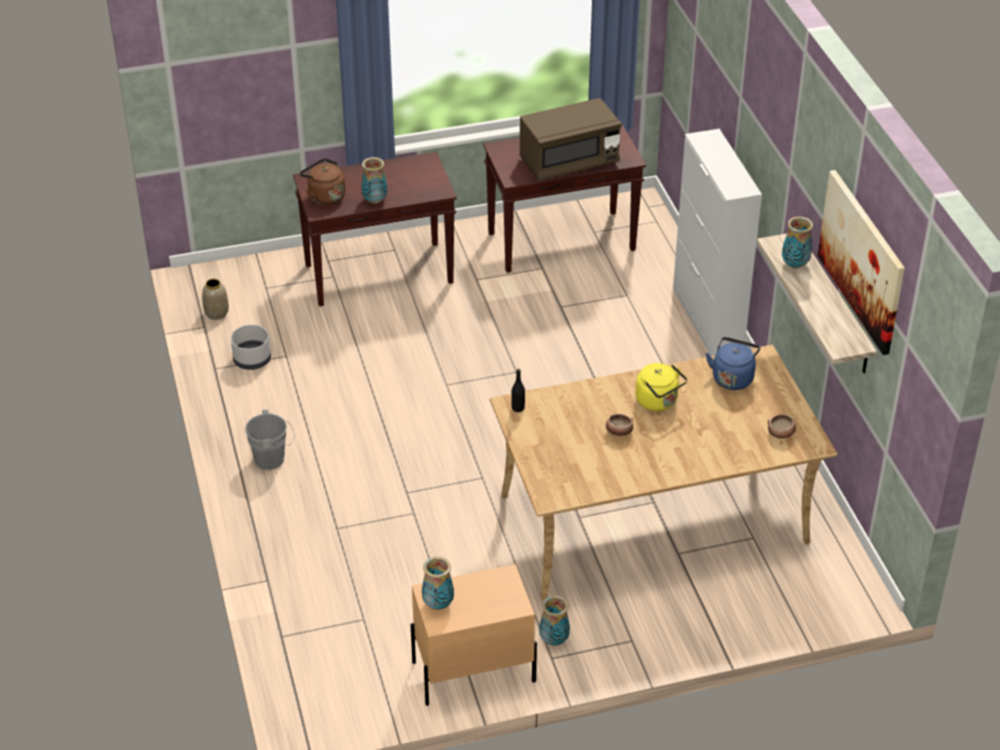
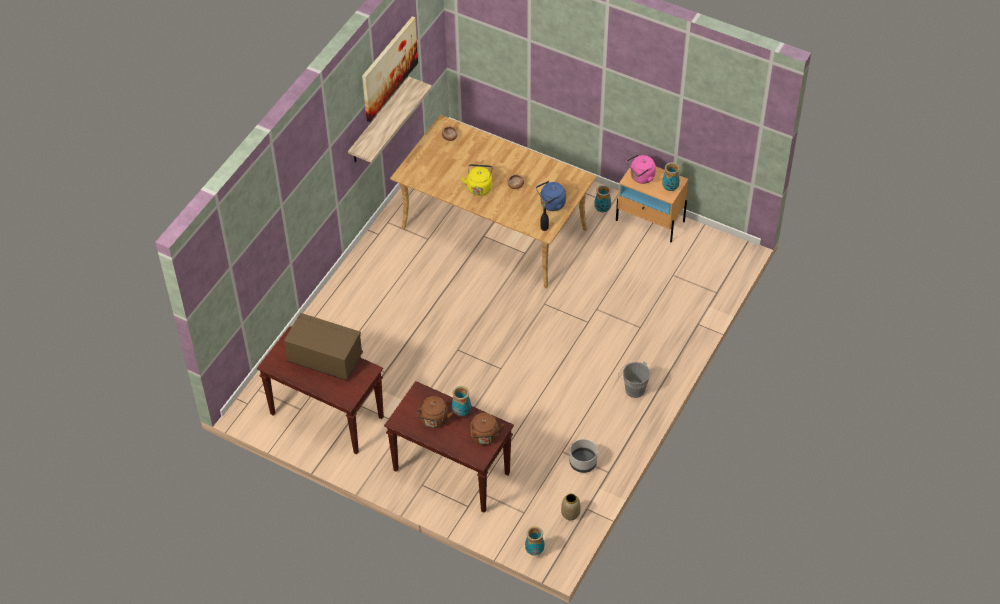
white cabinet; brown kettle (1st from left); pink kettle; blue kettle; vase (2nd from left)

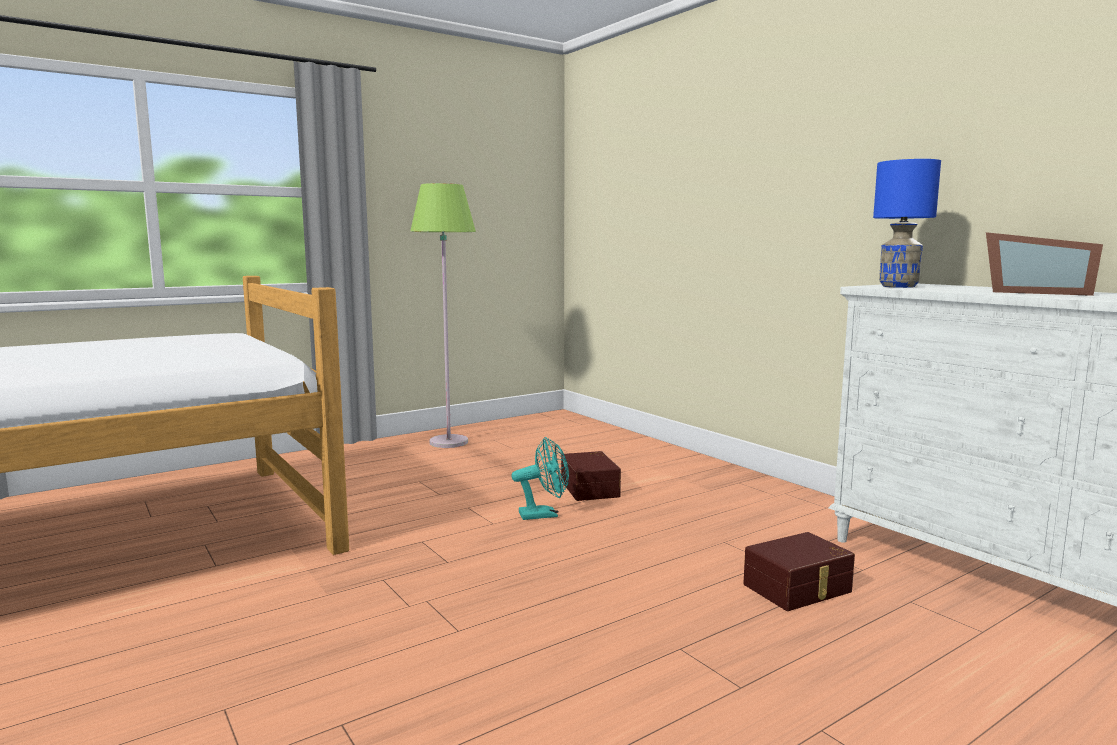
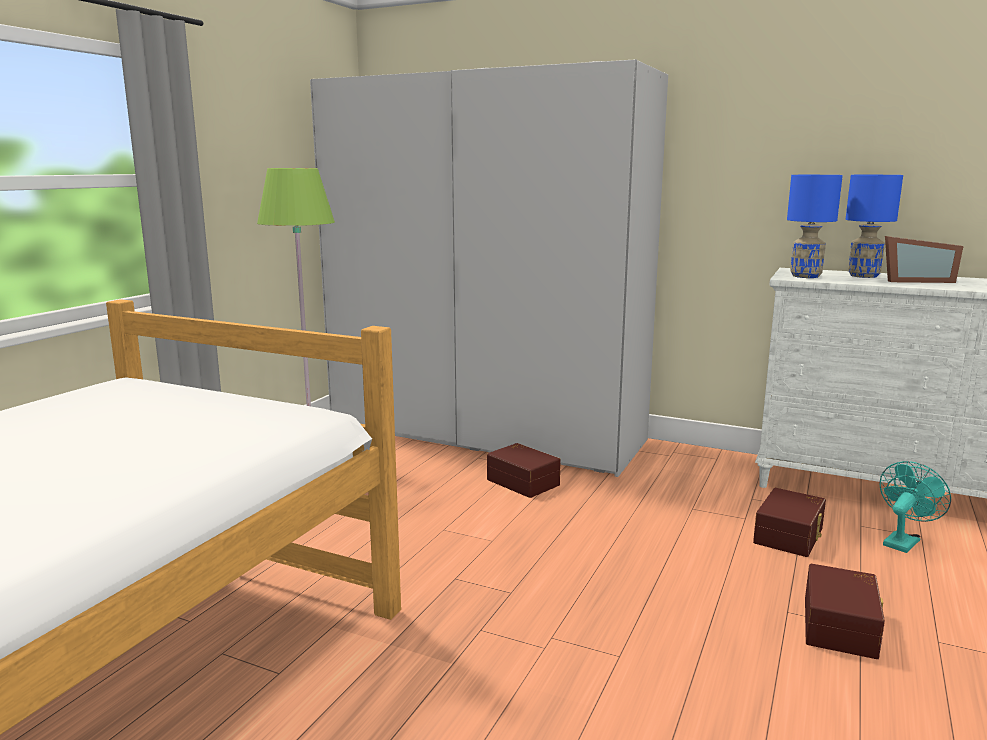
white wardrobe; brown storage box (3rd from left); blue table lamp (2nd from left); turquoise fan

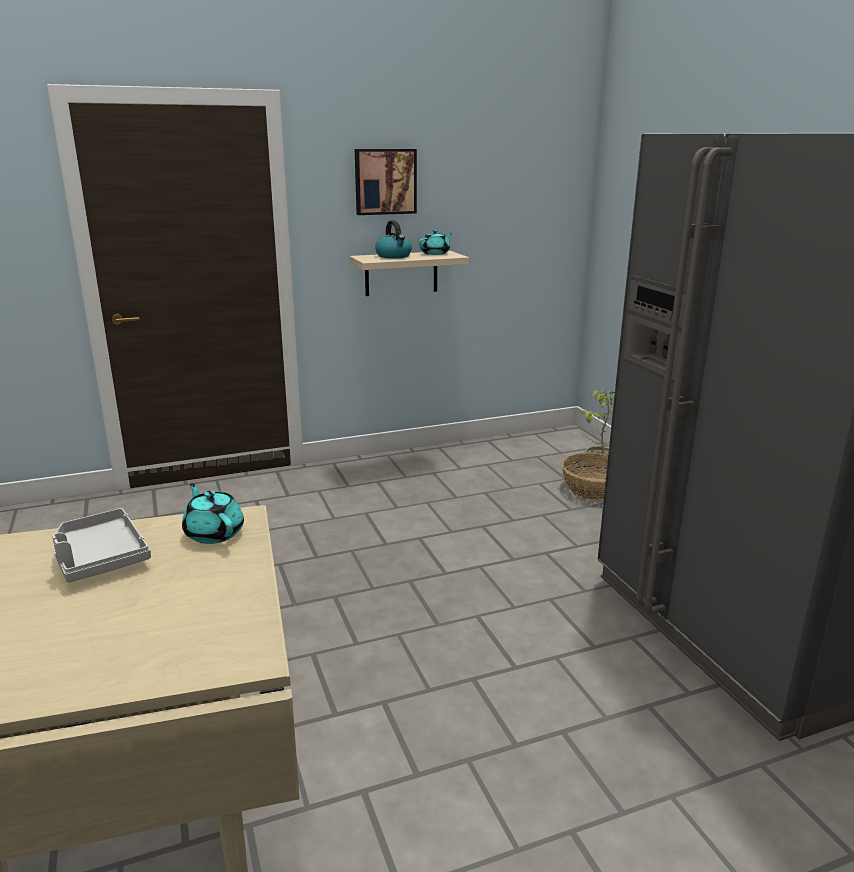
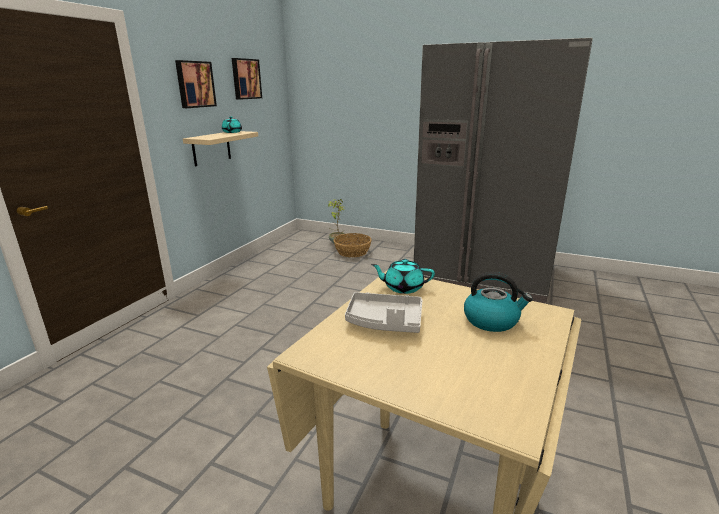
picture (2nd from left); kettle

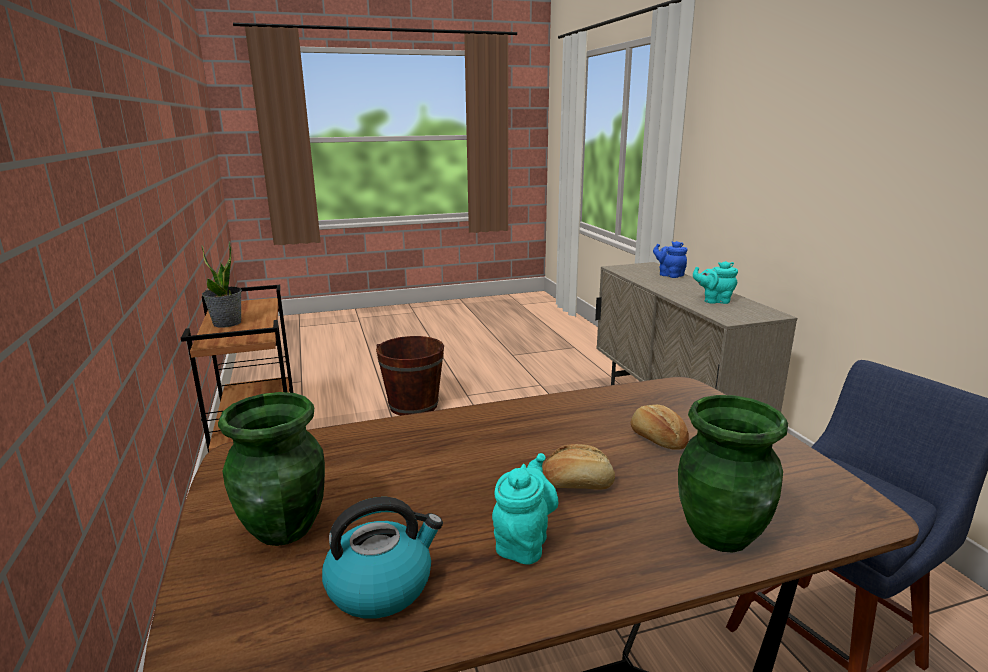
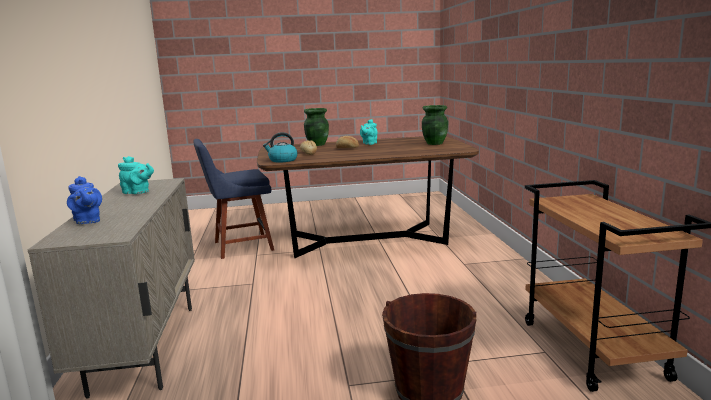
potted plant; kettle

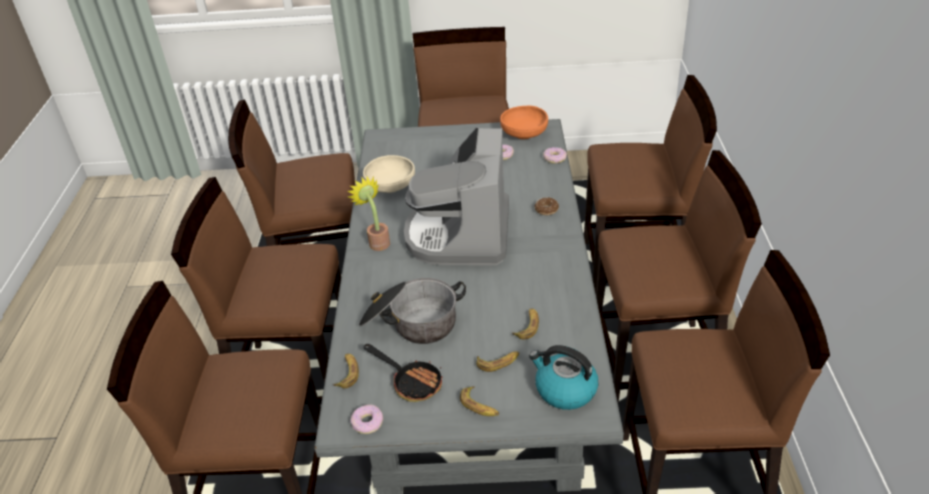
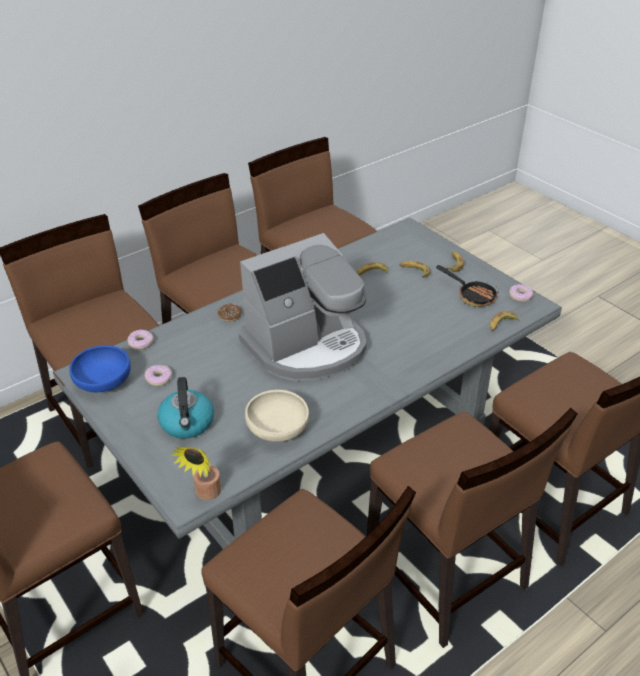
cooking pot; potted plant; kettle; blue bowl; frying pan

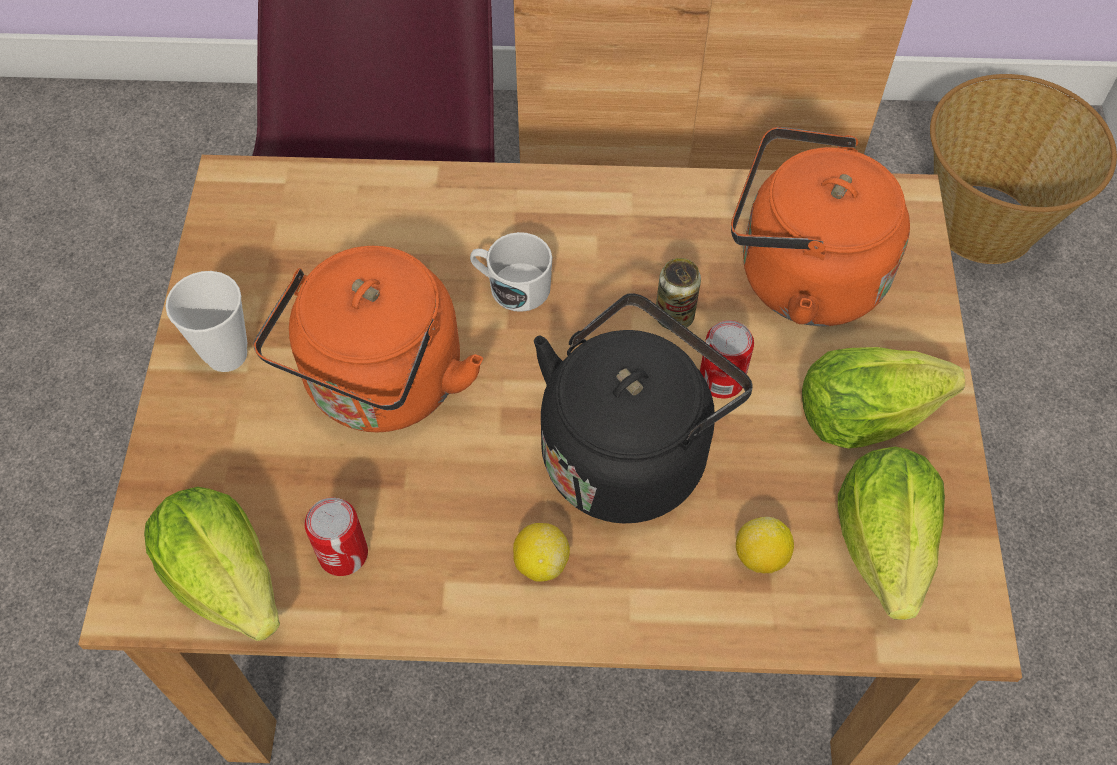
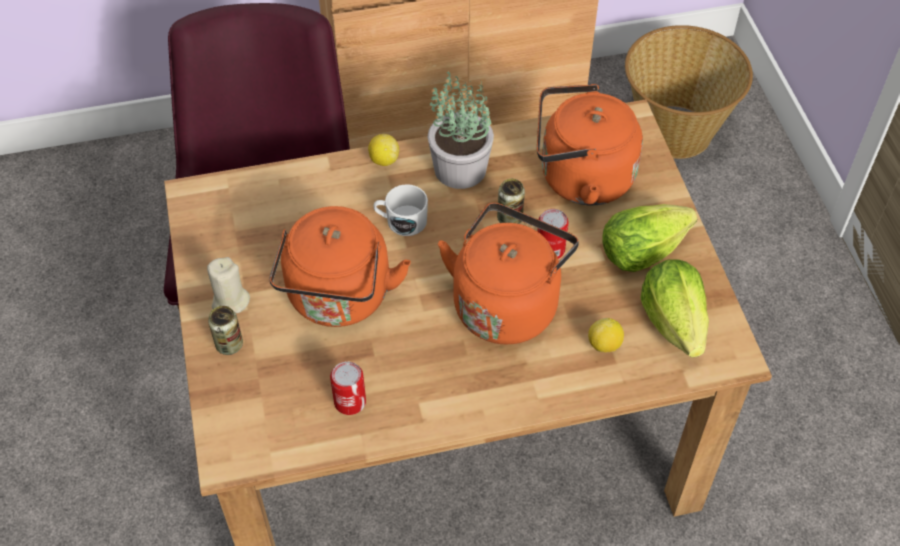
lettuce (1st from left in the first image); can (1st from left); potted plant; lemon (1st from left); beige candle; orange kettle (2nd from left)

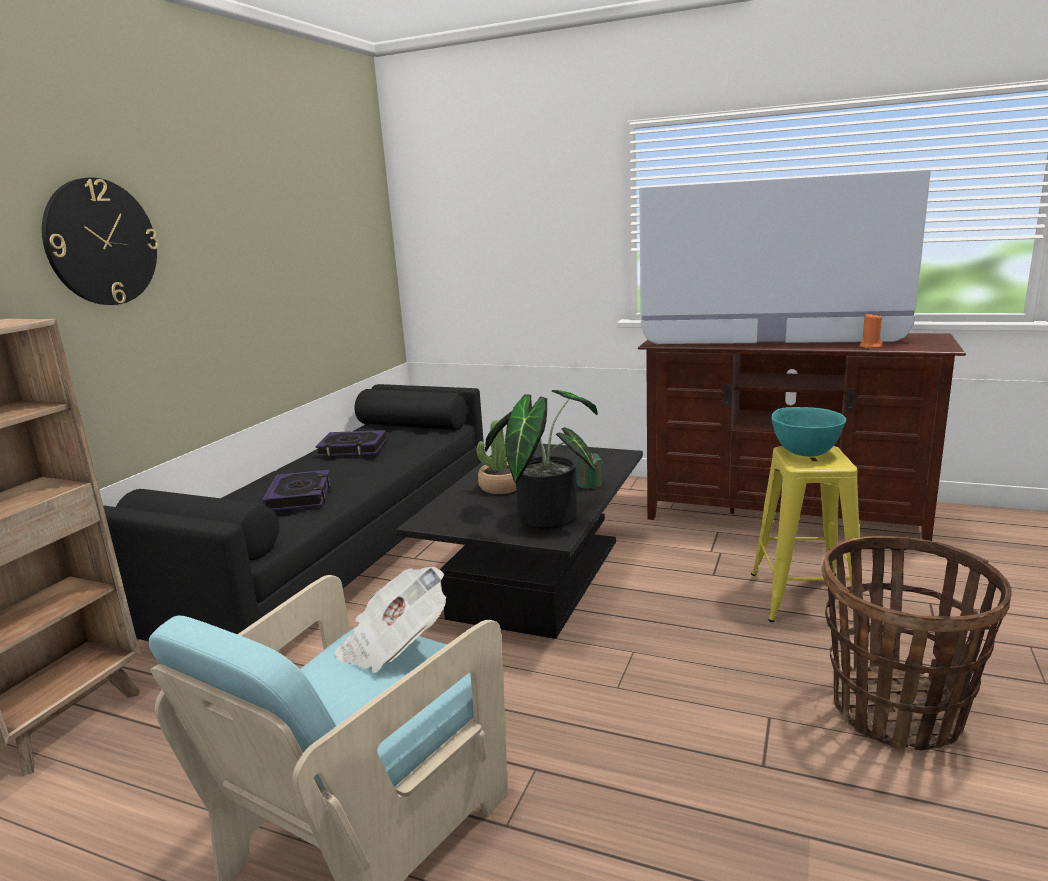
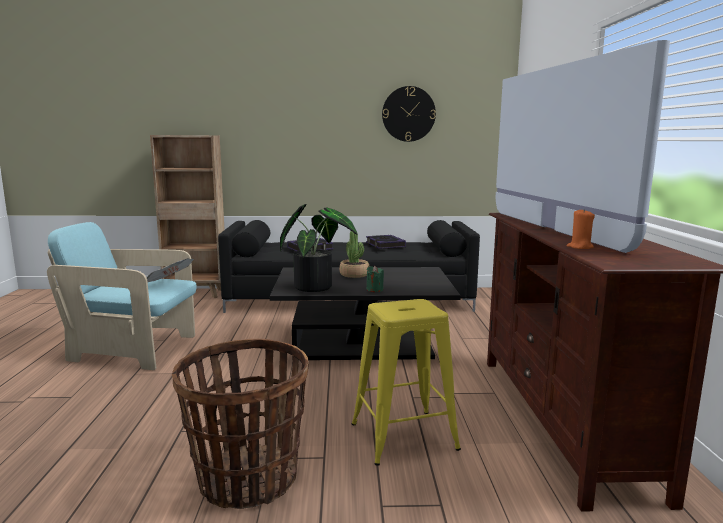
turquoise bowl; wall clock

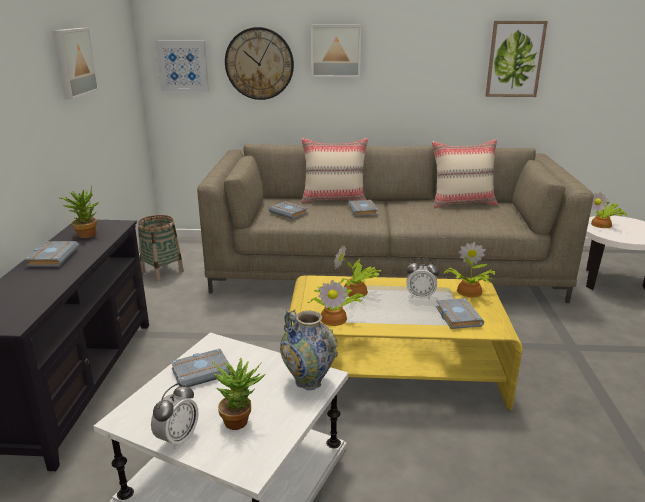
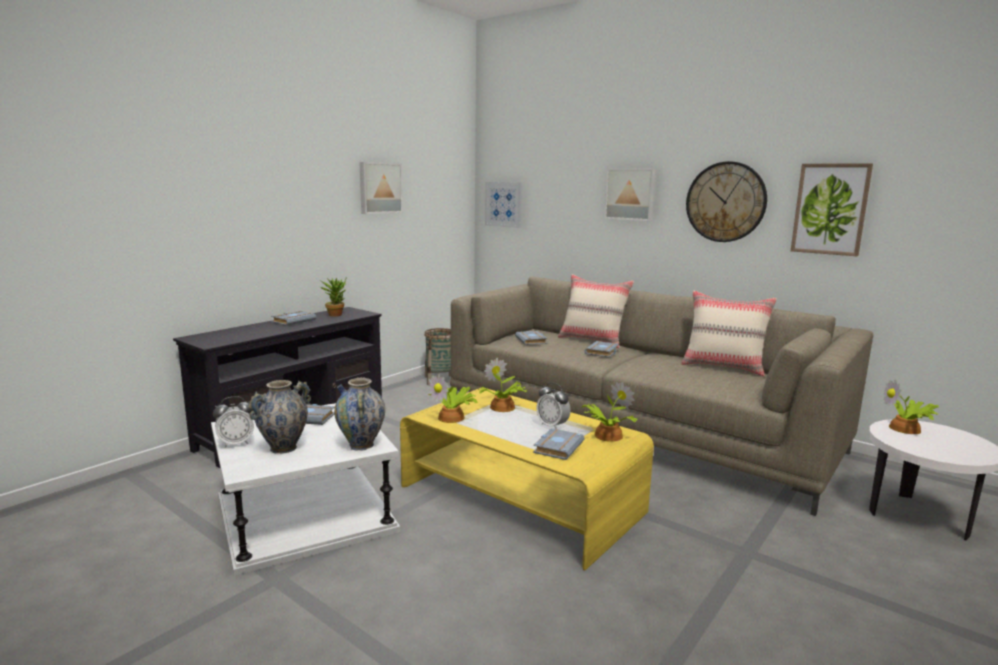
wall clock; vase (1st from left)

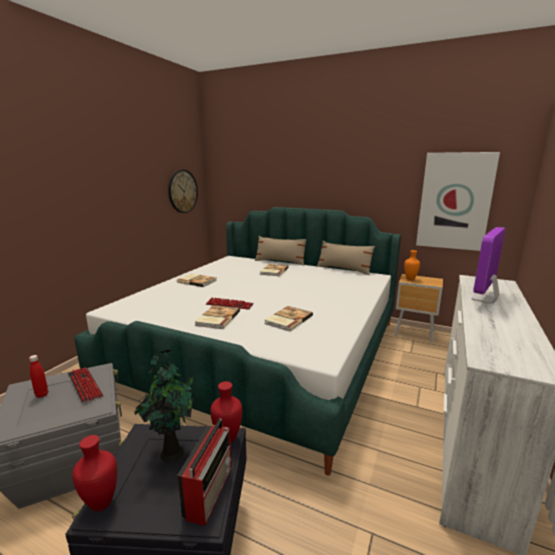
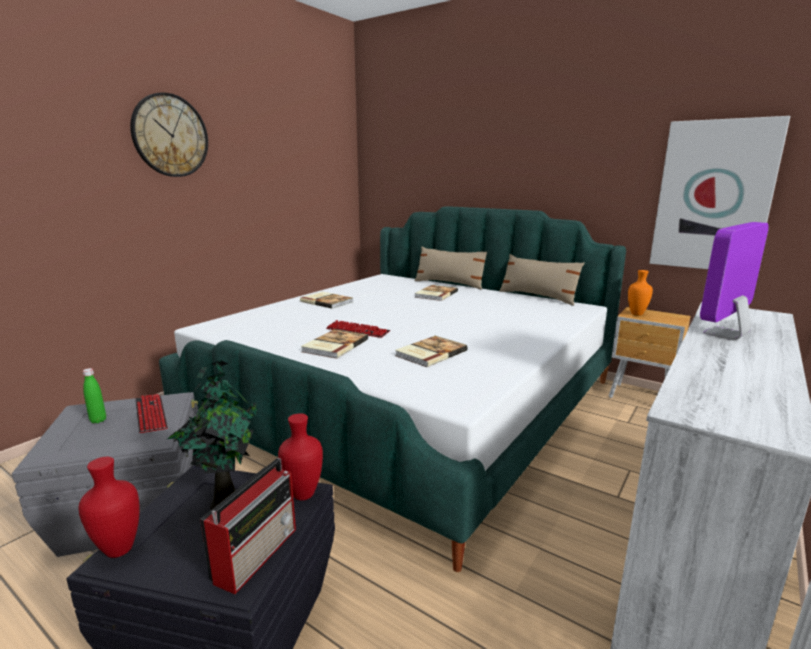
wall clock; green bottle

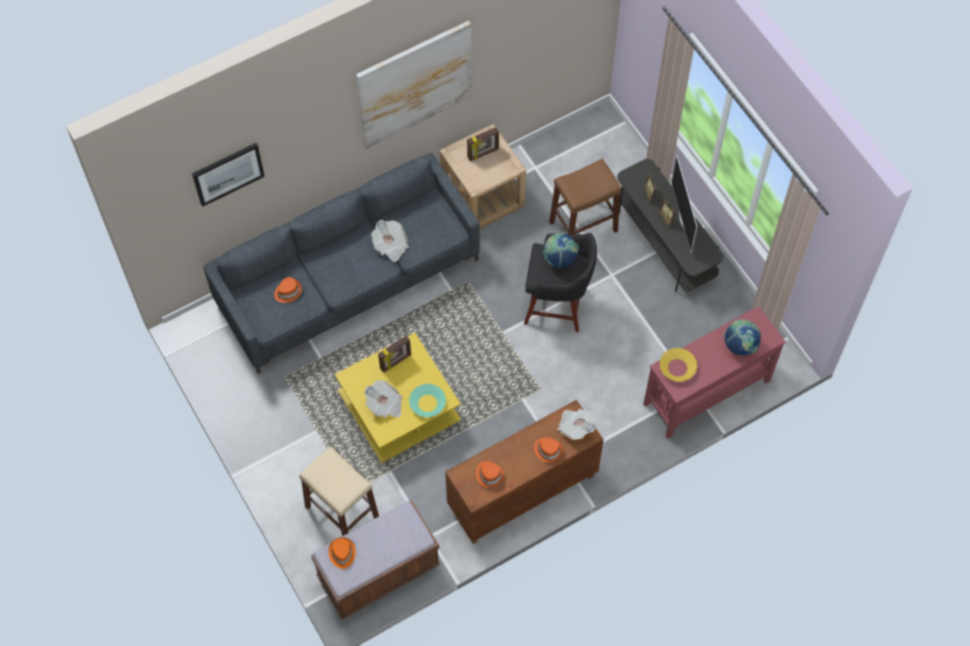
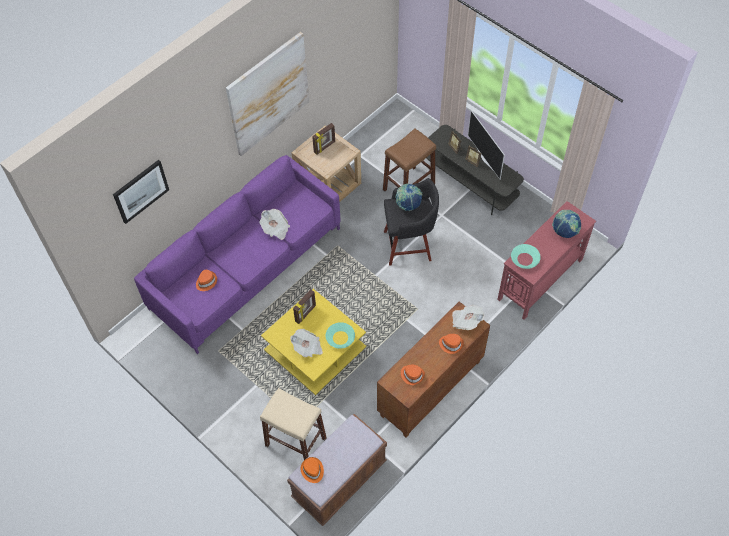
purple sofa; turquoise bowl (2nd from left)

